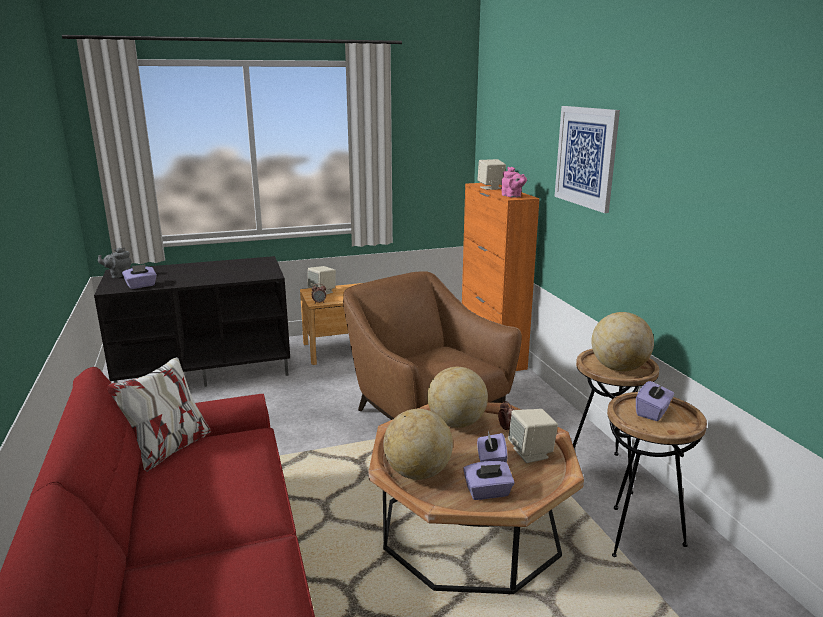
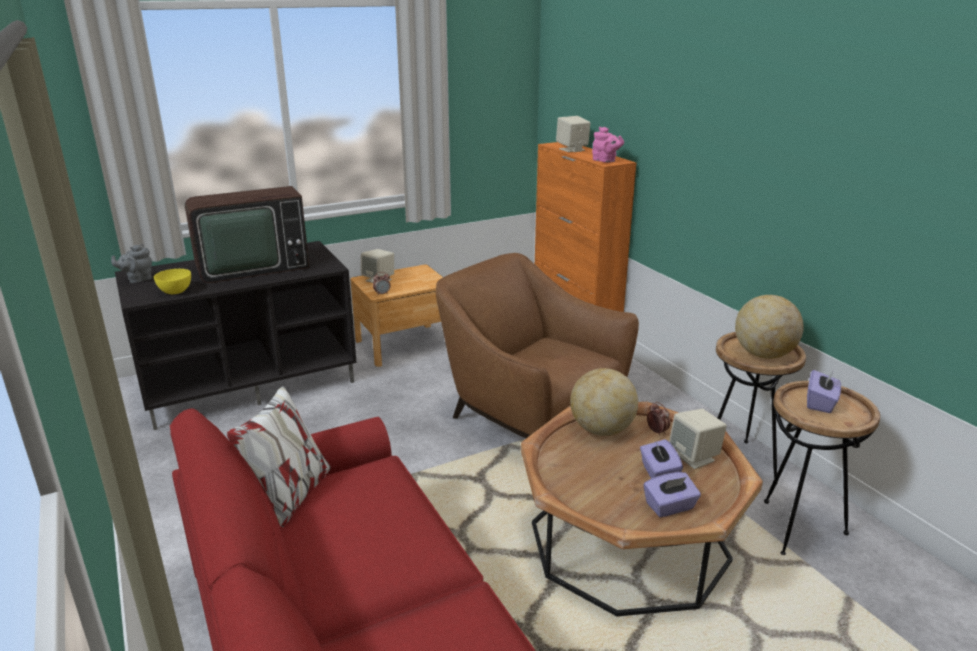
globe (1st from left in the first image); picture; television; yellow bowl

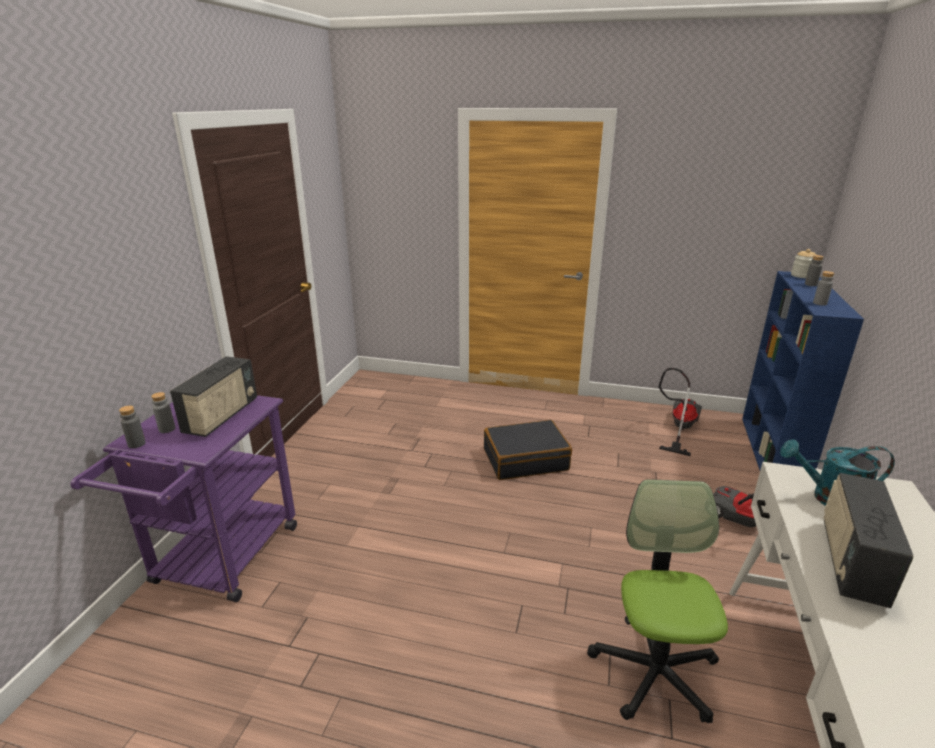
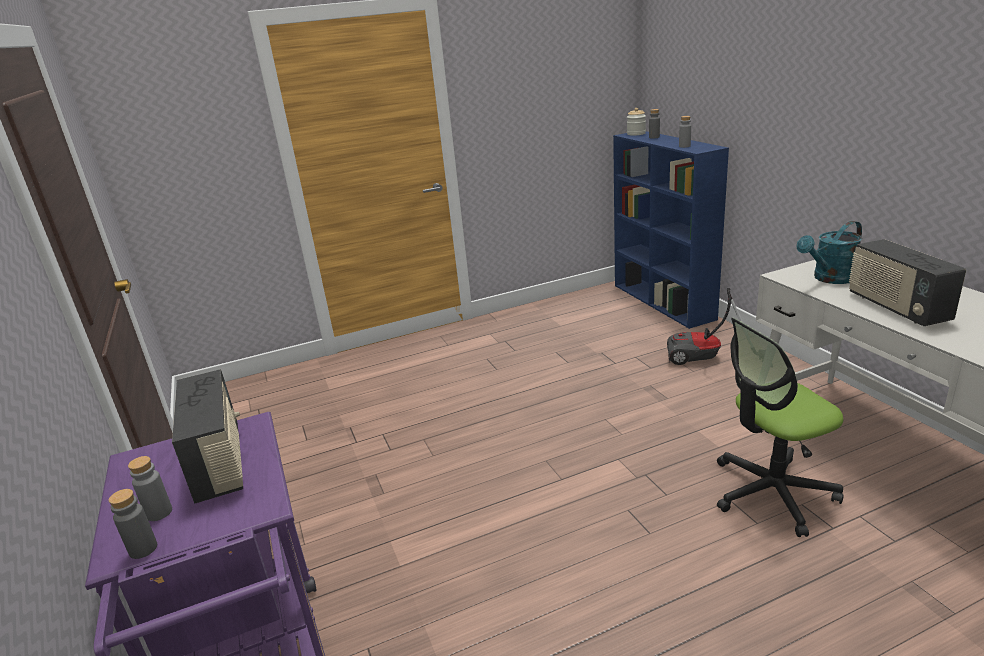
black suitcase; vacuum cleaner (1st from left in the first image); office chair

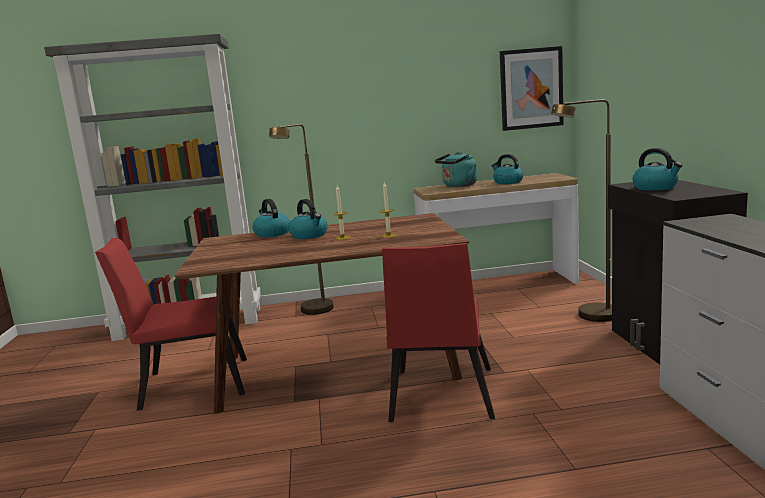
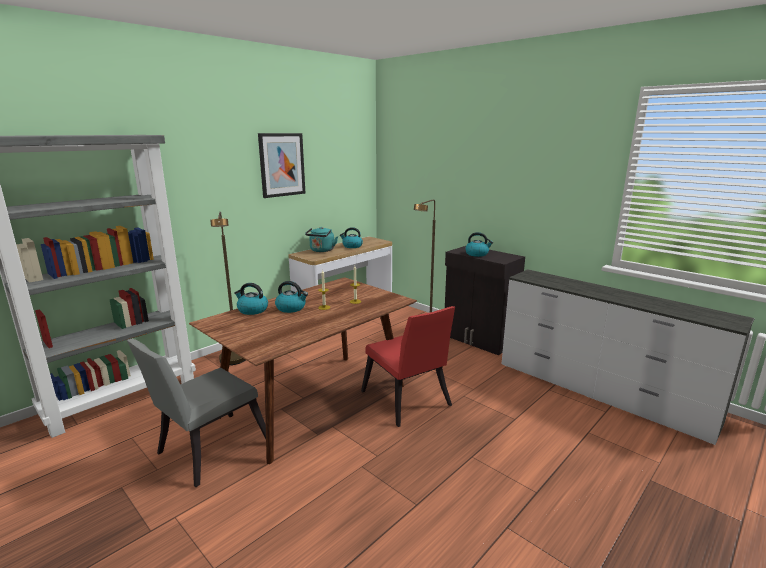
picture; grey chair

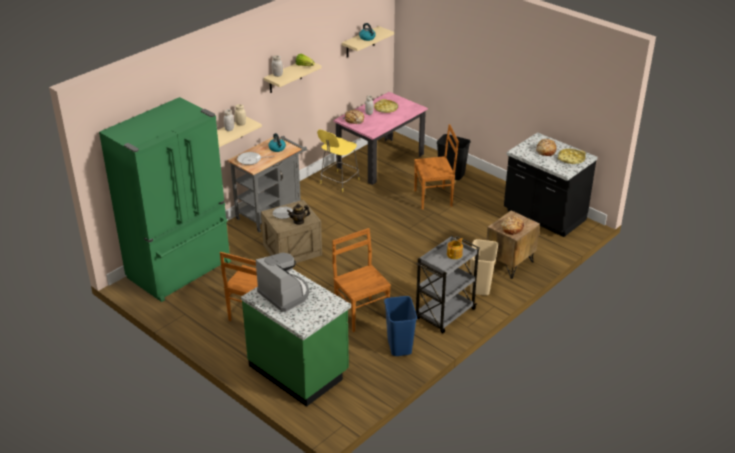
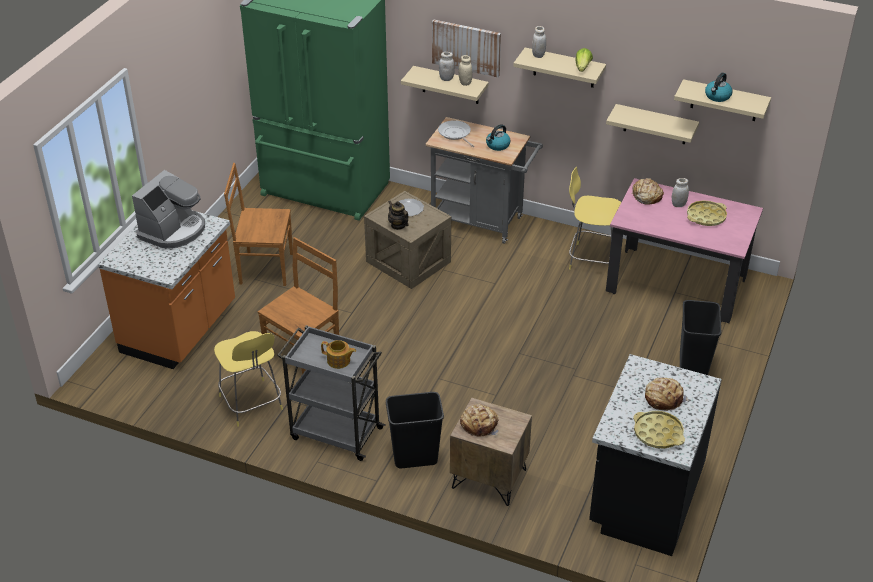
brown chair (3rd from left in the first image); picture; beige shelf (3rd from left); yellow stool (1st from left); orange counter; black trash can (1st from left)

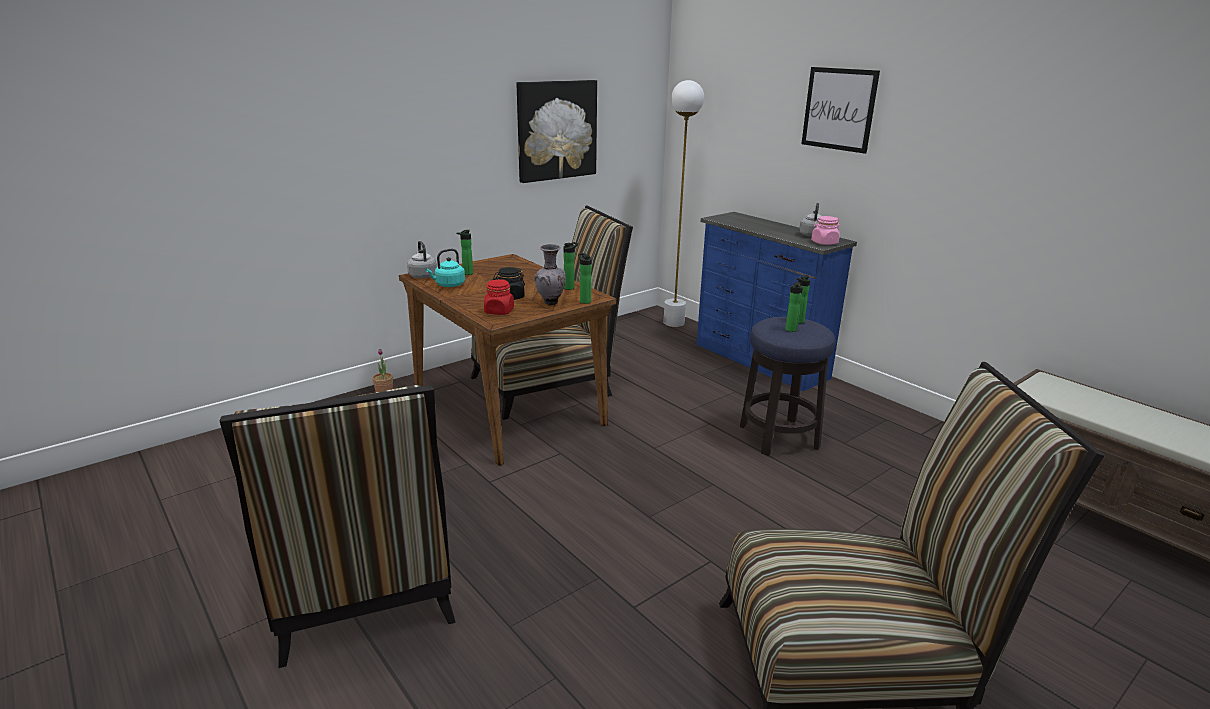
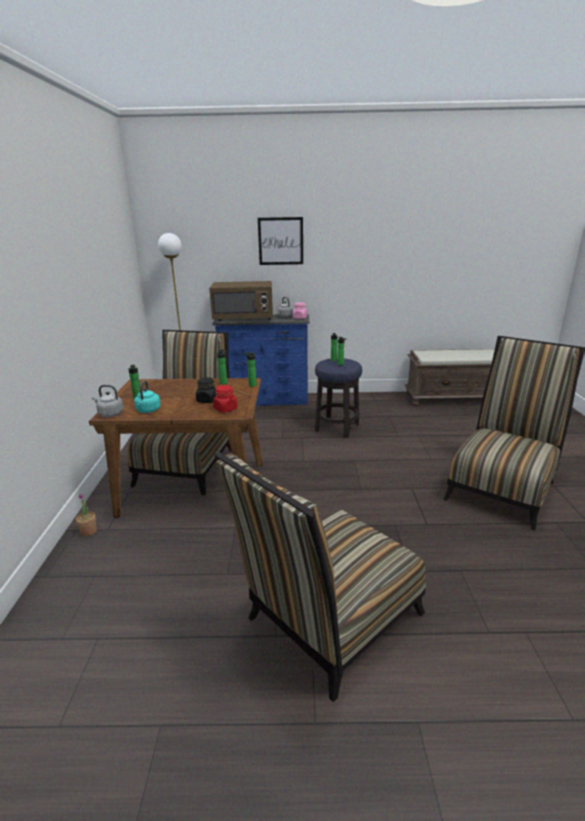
picture (1st from left in the first image); grey vase; brown microwave; chair (2nd from left)

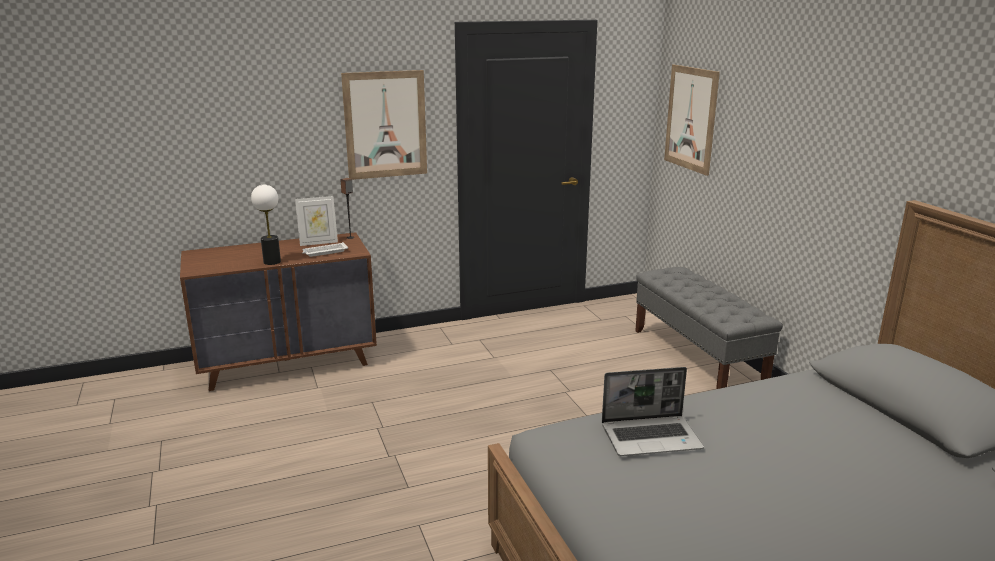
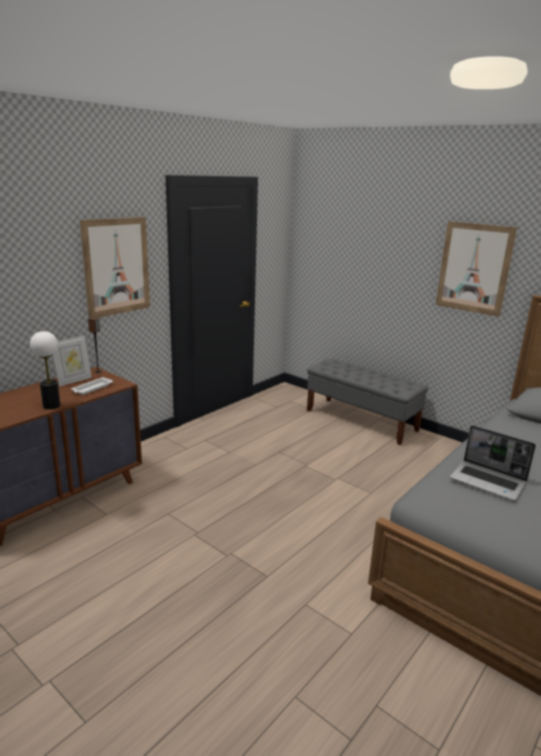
picture (2nd from left); laptop

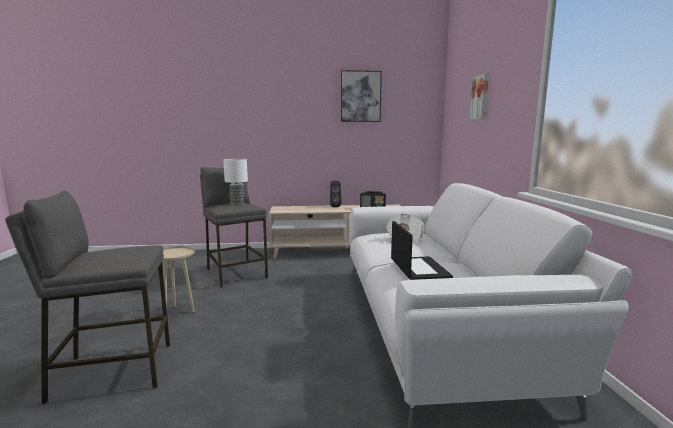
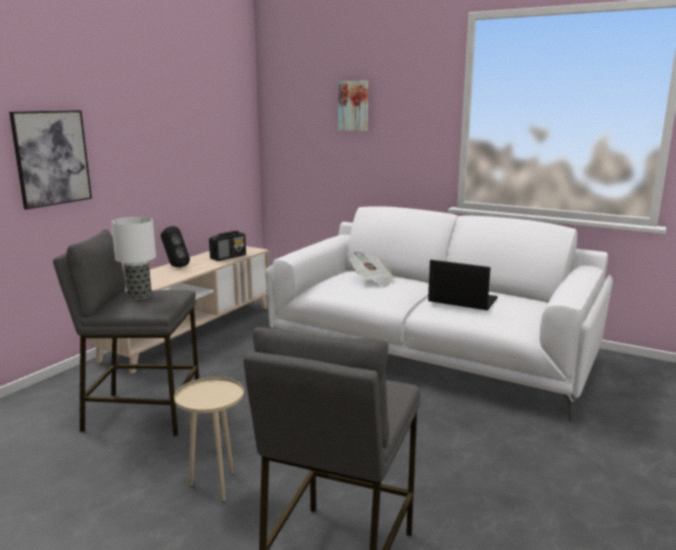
picture (1st from left)

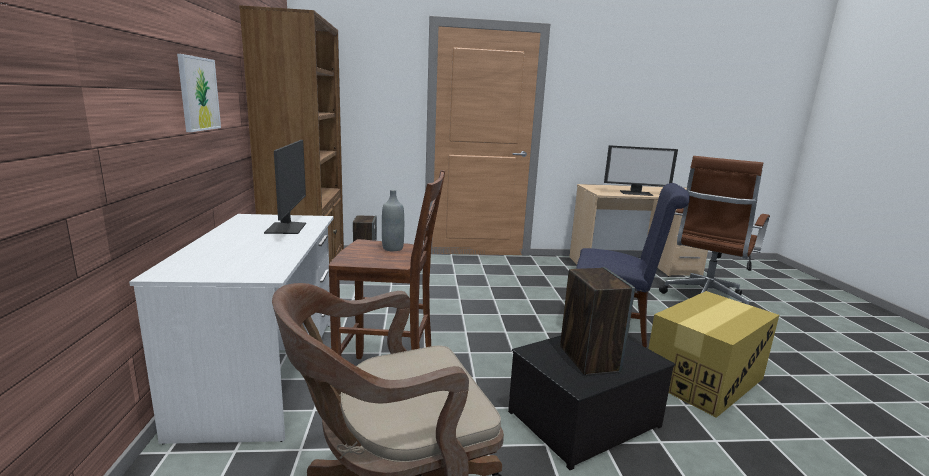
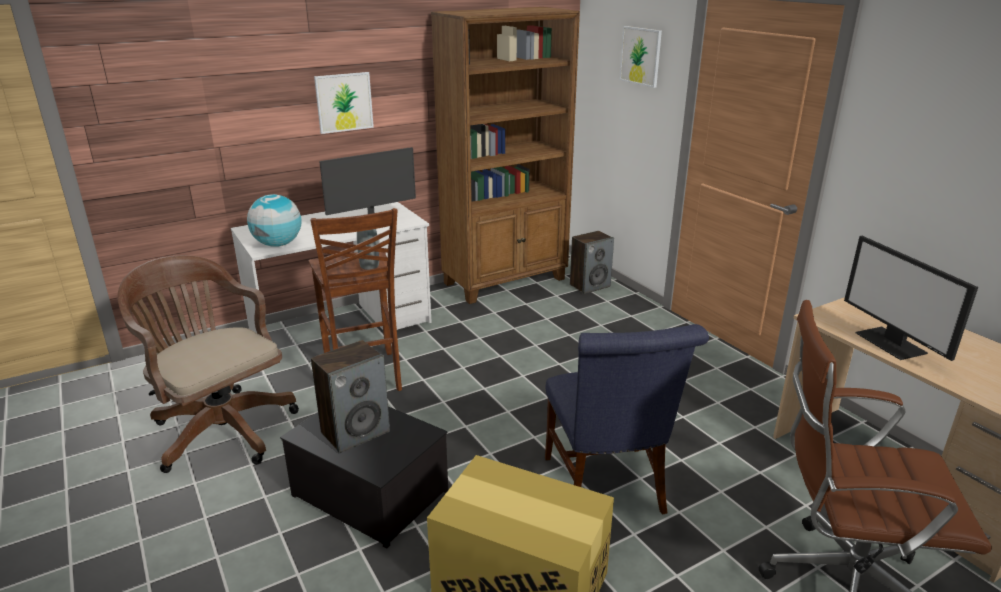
globe; picture (2nd from left)

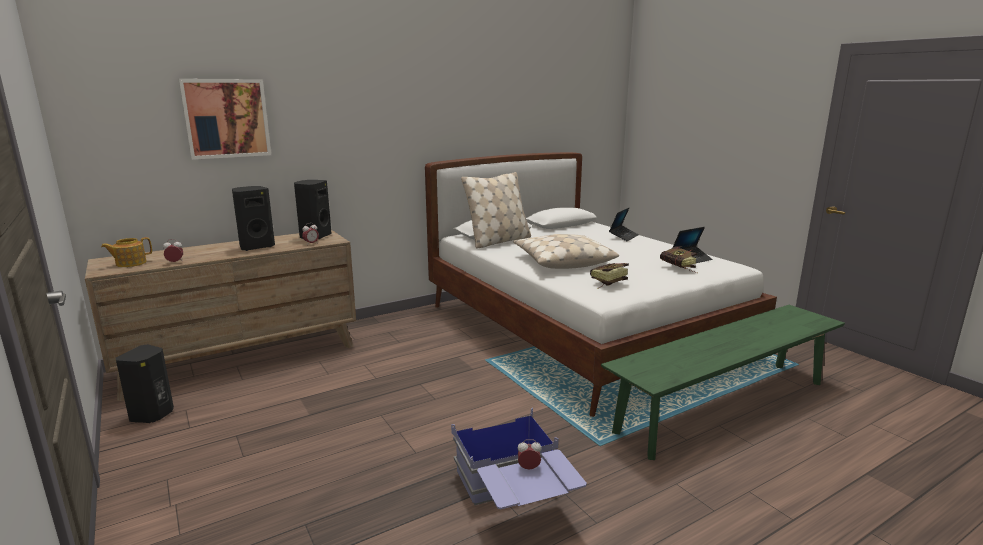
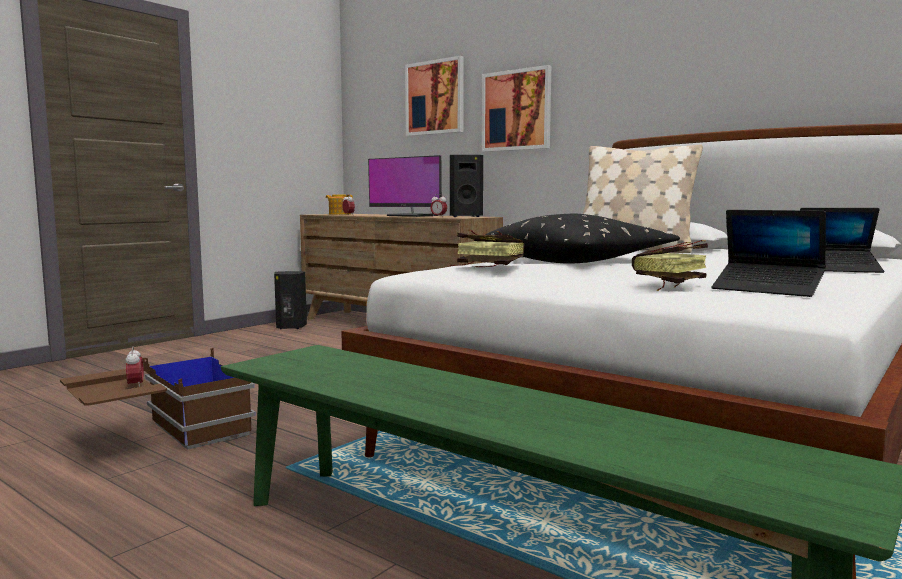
picture (2nd from left); monitor; brown storage box; black pillow

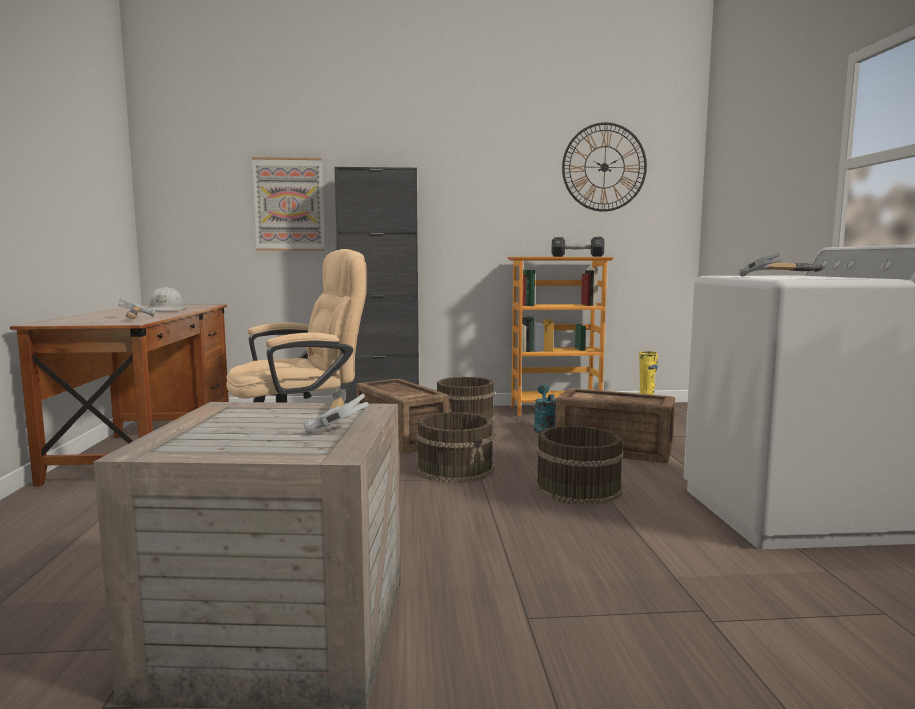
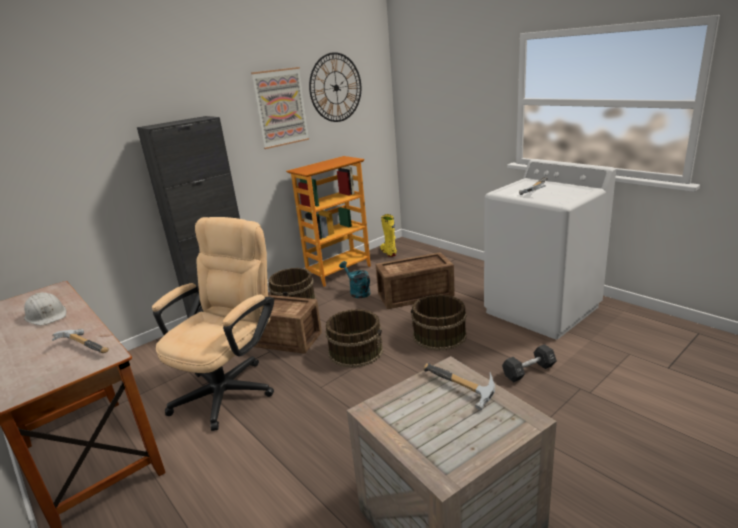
picture; black dumbbell

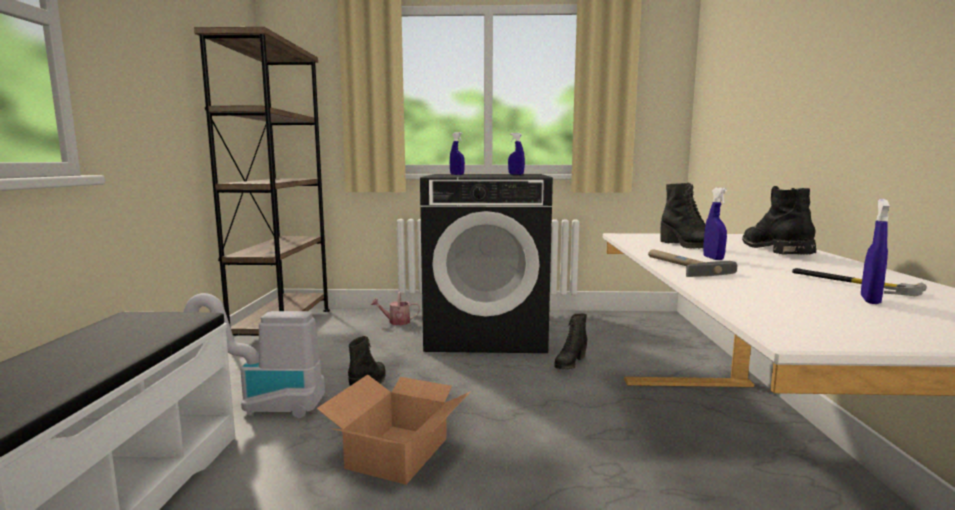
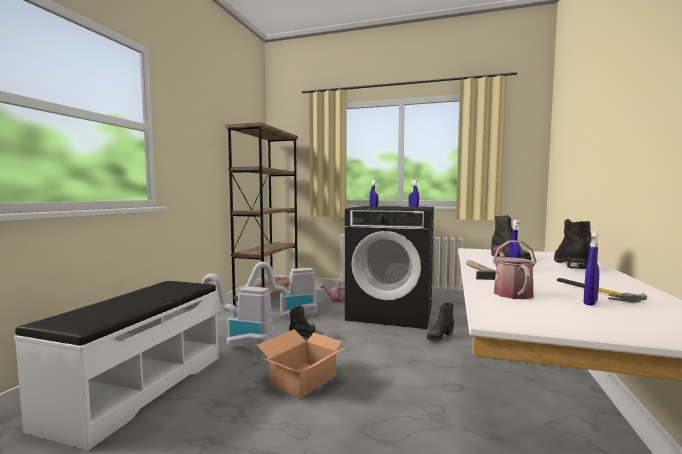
vacuum cleaner (2nd from left); watering can (2nd from left)

